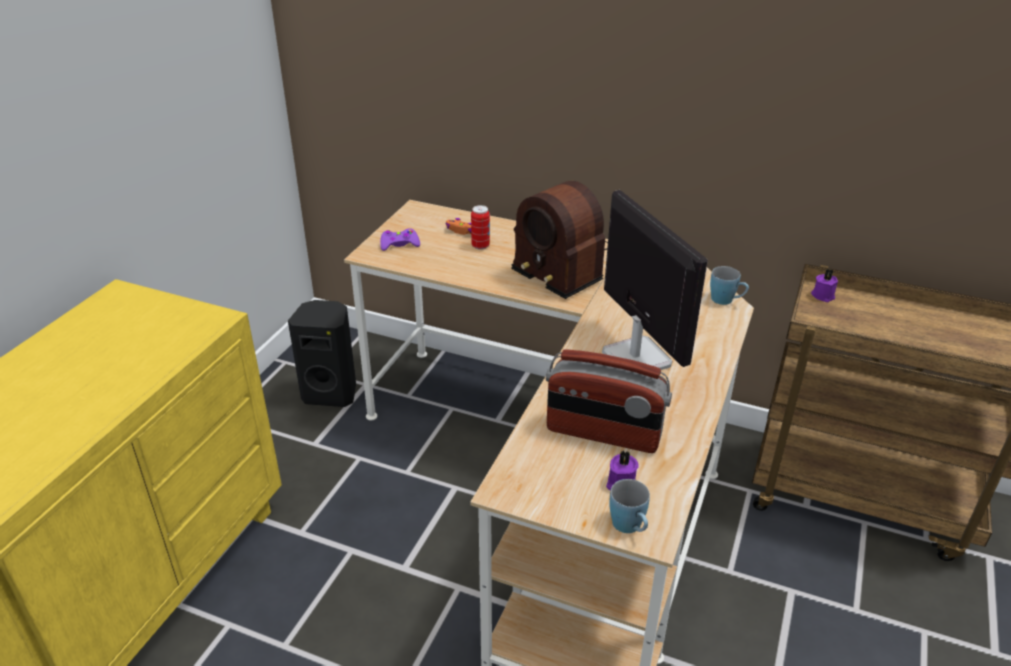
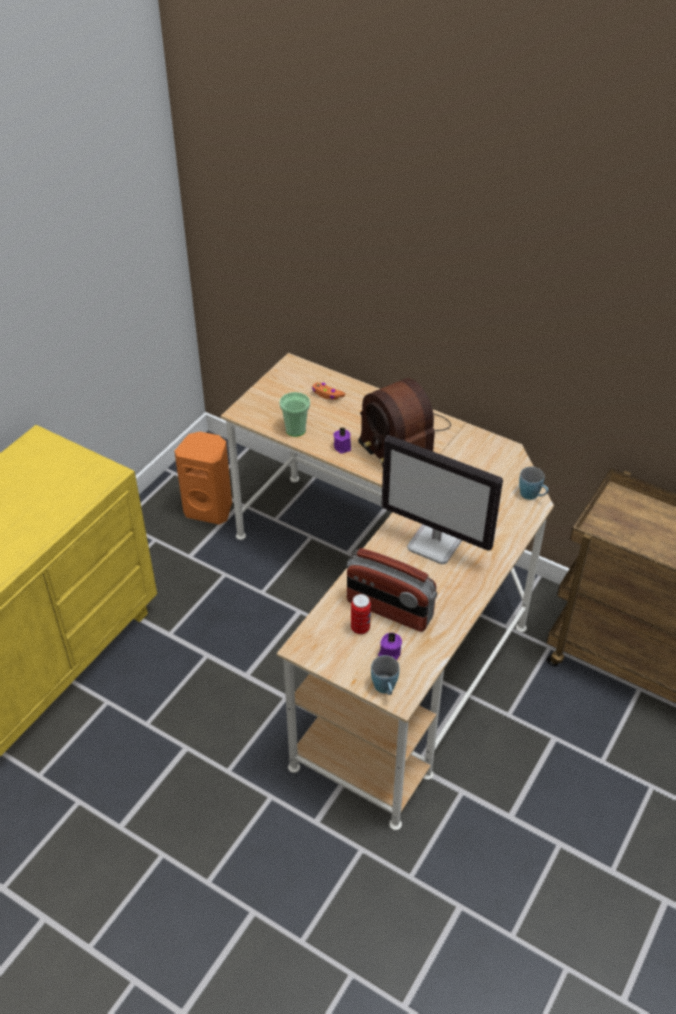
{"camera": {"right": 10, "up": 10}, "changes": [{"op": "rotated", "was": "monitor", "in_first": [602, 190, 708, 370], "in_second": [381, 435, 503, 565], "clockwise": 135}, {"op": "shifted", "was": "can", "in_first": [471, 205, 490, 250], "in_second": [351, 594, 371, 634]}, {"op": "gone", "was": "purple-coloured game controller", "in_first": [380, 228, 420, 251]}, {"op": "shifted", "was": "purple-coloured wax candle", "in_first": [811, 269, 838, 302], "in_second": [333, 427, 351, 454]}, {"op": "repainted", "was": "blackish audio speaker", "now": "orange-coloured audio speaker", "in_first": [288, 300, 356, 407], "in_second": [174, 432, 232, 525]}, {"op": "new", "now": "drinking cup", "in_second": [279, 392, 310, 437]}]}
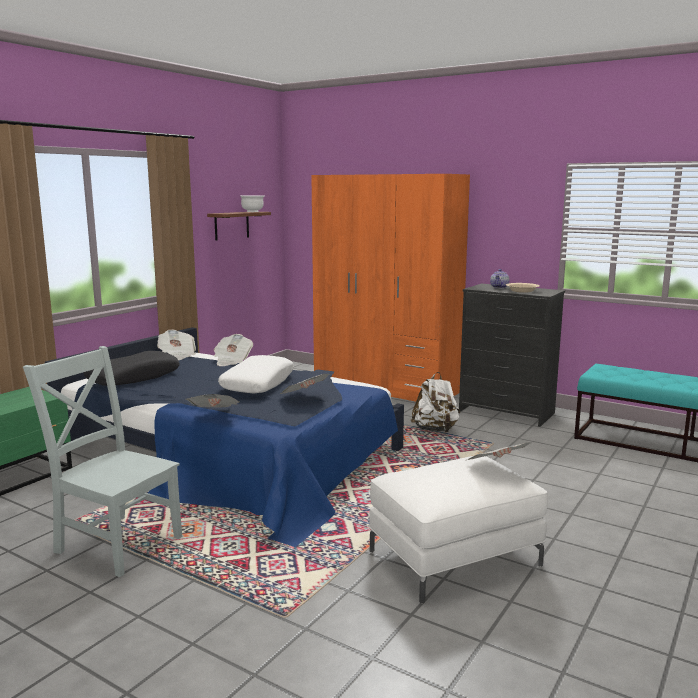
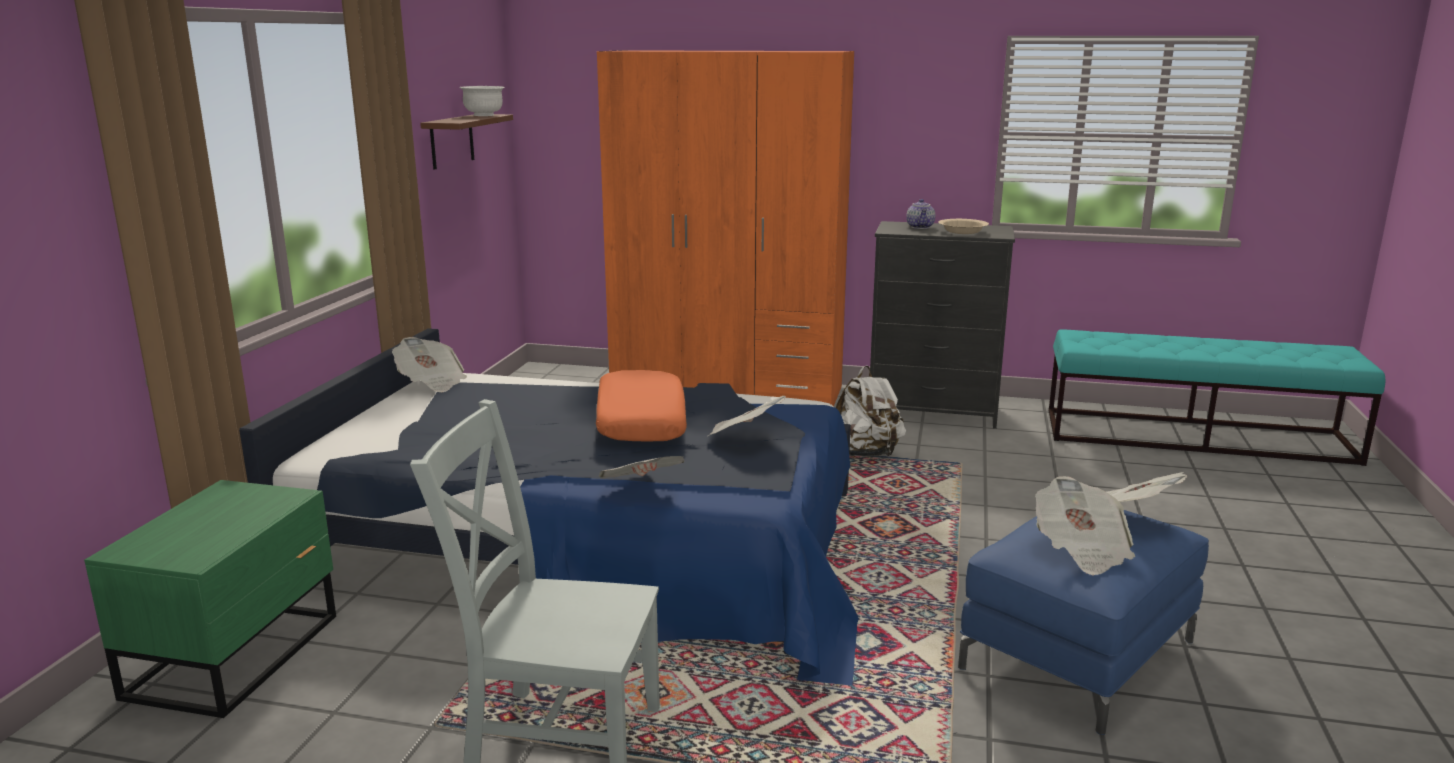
{"camera": {"right": -20, "up": 5}, "changes": [{"op": "shifted", "was": "daily paper", "in_first": [214, 334, 253, 366], "in_second": [1035, 476, 1135, 575]}, {"op": "gone", "was": "blackish pillow", "in_first": [83, 351, 180, 386]}, {"op": "repainted", "was": "white pillow", "now": "orange-coloured pillow", "in_first": [218, 355, 294, 393], "in_second": [596, 370, 687, 442]}, {"op": "repainted", "was": "white pouffe", "now": "blue-coloured pouffe", "in_first": [369, 456, 548, 604], "in_second": [958, 510, 1209, 735]}]}
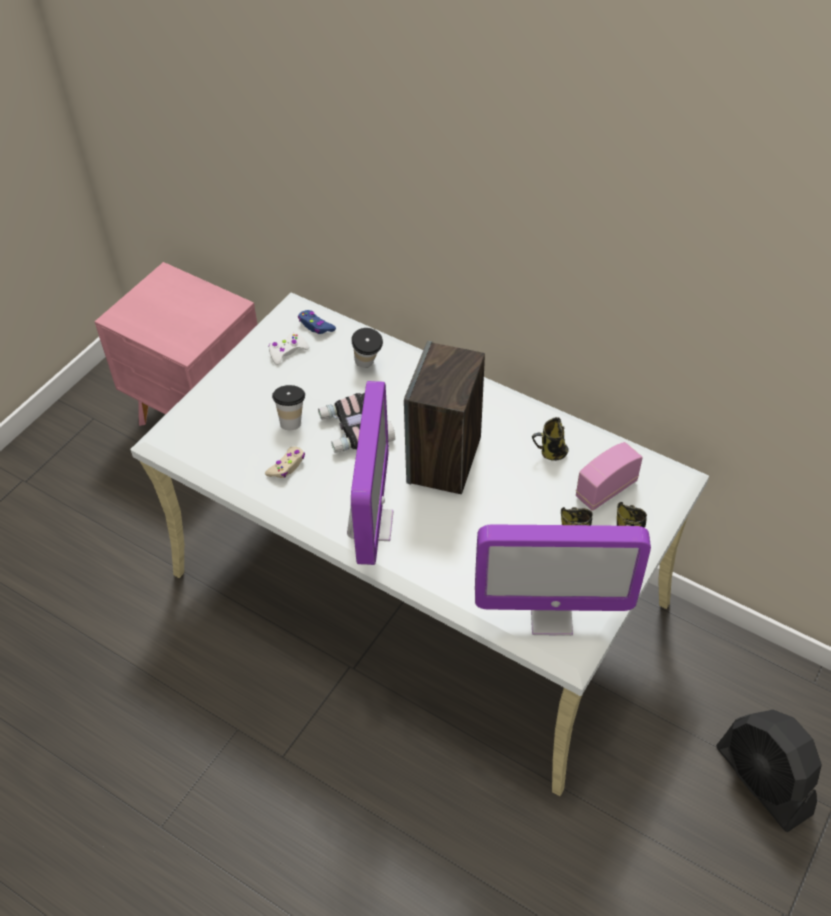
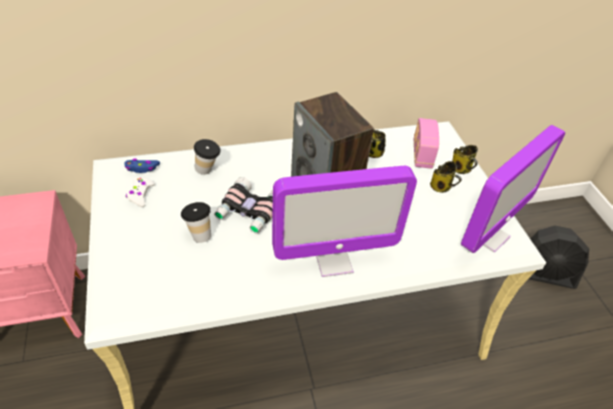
{"camera": {"right": -50, "up": -5}, "changes": [{"op": "rotated", "was": "monitor", "in_first": [347, 381, 393, 565], "in_second": [272, 166, 417, 277], "clockwise": 120}, {"op": "gone", "was": "beige-coloured game controller", "in_first": [265, 446, 305, 478]}]}
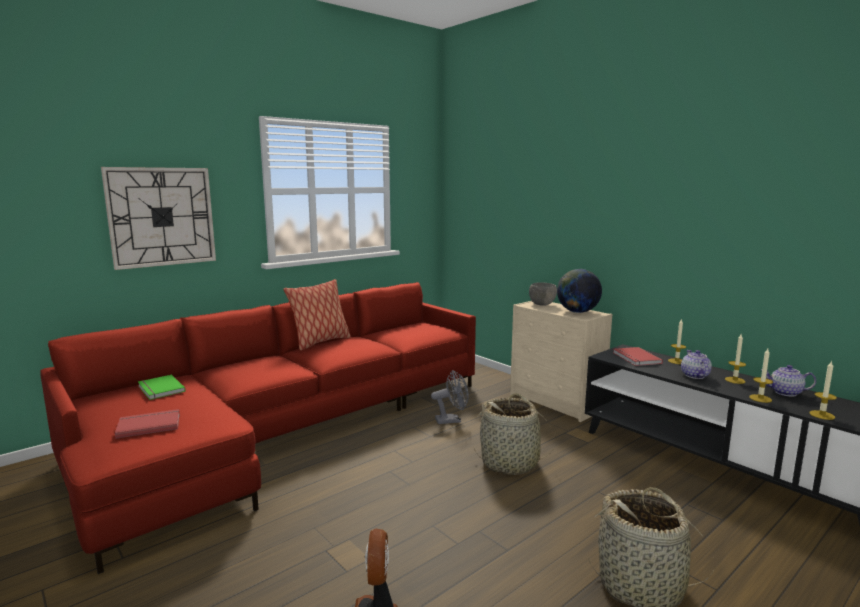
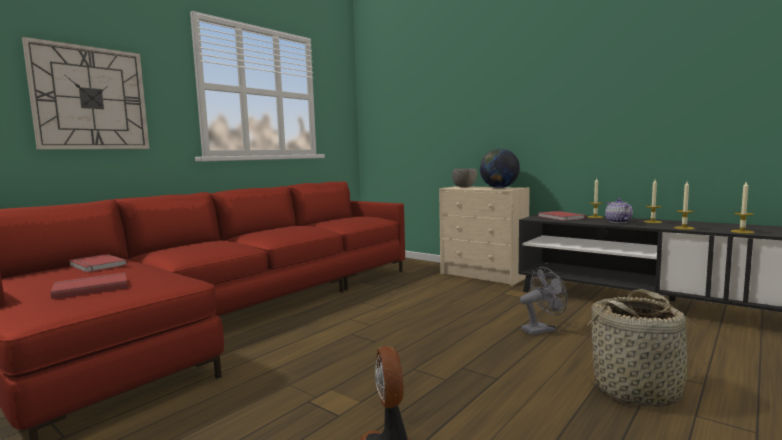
{"camera": {"right": -10, "up": -5}, "changes": [{"op": "gone", "was": "pillow", "in_first": [283, 279, 351, 350]}, {"op": "gone", "was": "tea pot", "in_first": [761, 365, 816, 397]}, {"op": "shifted", "was": "grey electric fan", "in_first": [431, 370, 469, 424], "in_second": [520, 267, 567, 335]}, {"op": "repainted", "was": "green bound book", "now": "reddish bound book", "in_first": [138, 375, 186, 400], "in_second": [69, 254, 127, 272]}, {"op": "gone", "was": "household basket", "in_first": [474, 393, 555, 475]}]}
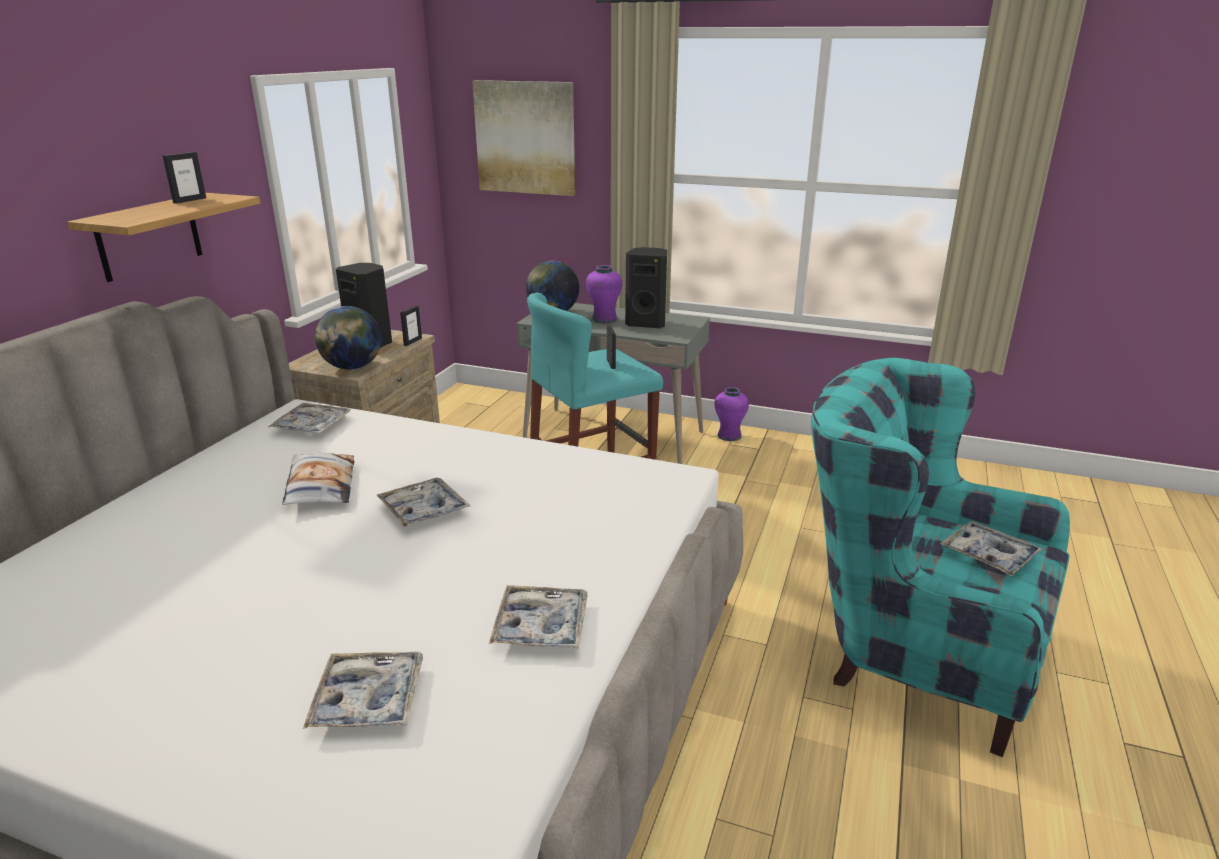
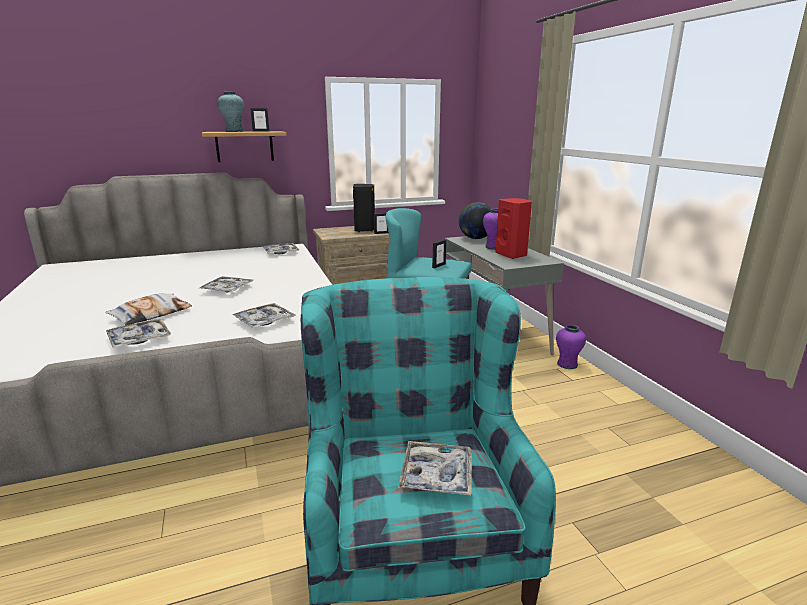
{"camera": {"right": 50, "up": -5}, "changes": [{"op": "gone", "was": "wall art", "in_first": [472, 80, 575, 196]}, {"op": "repainted", "was": "blackish audio speaker", "now": "reddish audio speaker", "in_first": [625, 247, 667, 328], "in_second": [495, 198, 532, 259]}, {"op": "gone", "was": "world globe", "in_first": [315, 306, 382, 370]}, {"op": "shifted", "was": "pillow", "in_first": [282, 452, 355, 505], "in_second": [105, 293, 192, 325]}, {"op": "shifted", "was": "serving tray", "in_first": [303, 652, 423, 729], "in_second": [232, 303, 295, 328]}, {"op": "new", "now": "blue-green decorative vase", "in_second": [217, 91, 244, 132]}]}
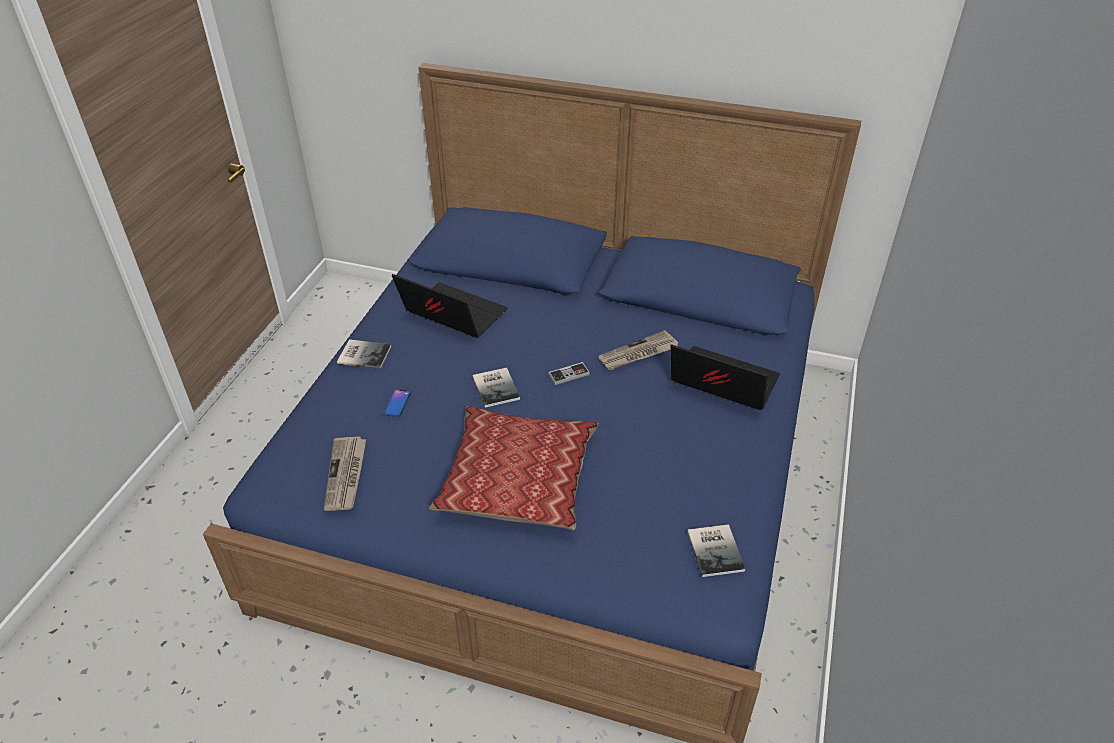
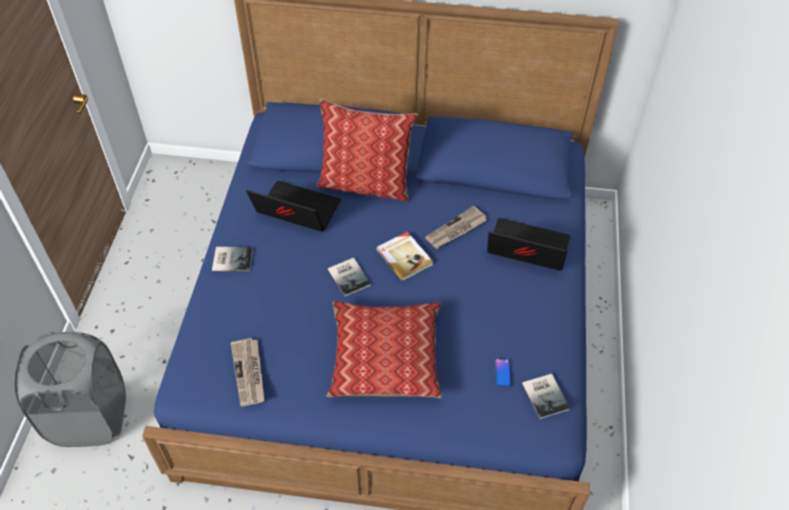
{"camera": {"right": -10, "up": 10}, "changes": [{"op": "swapped", "was": "game controller", "now": "bound book", "in_first": [548, 362, 590, 385], "in_second": [376, 232, 433, 281]}, {"op": "shifted", "was": "handset", "in_first": [383, 389, 411, 417], "in_second": [495, 358, 512, 387]}, {"op": "new", "now": "pillow", "in_second": [317, 99, 418, 202]}, {"op": "new", "now": "grey hamper", "in_second": [14, 331, 126, 447]}]}
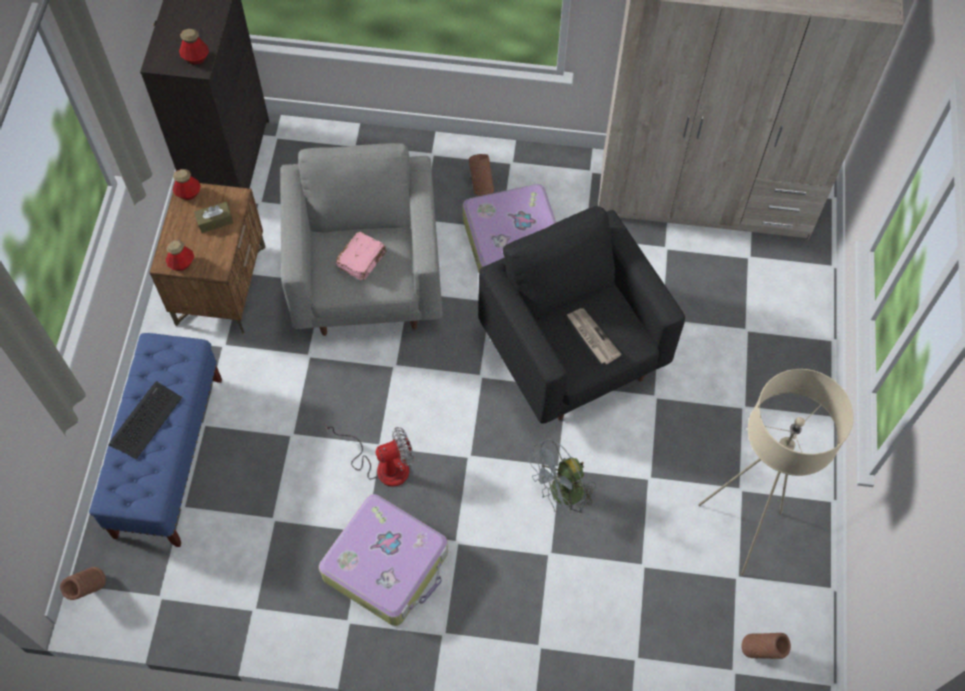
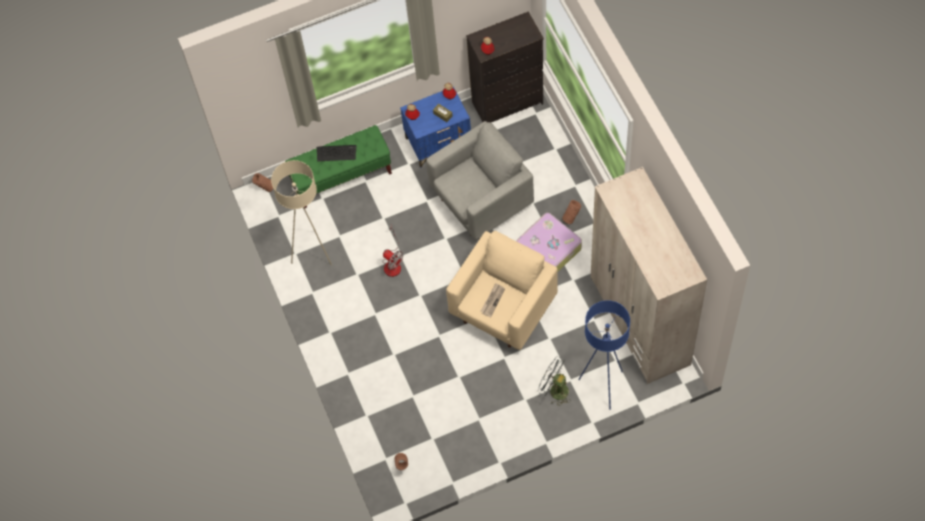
{"camera": {"right": 65, "up": 0}, "changes": [{"op": "repainted", "was": "brown-coloured bedside table", "now": "blue-coloured bedside table", "in_first": [149, 183, 266, 334], "in_second": [400, 87, 471, 168]}, {"op": "repainted", "was": "blackish armchair", "now": "beige-coloured armchair", "in_first": [478, 206, 685, 424], "in_second": [446, 231, 558, 350]}, {"op": "gone", "was": "pink bound book", "in_first": [336, 232, 387, 280]}, {"op": "repainted", "was": "blue-coloured long seat", "now": "green long seat", "in_first": [89, 333, 222, 547], "in_second": [285, 125, 392, 208]}, {"op": "shifted", "was": "beige-coloured standard lamp", "in_first": [698, 369, 853, 576], "in_second": [271, 160, 332, 266]}, {"op": "shifted", "was": "grey electric fan", "in_first": [529, 439, 596, 516], "in_second": [538, 356, 571, 406]}, {"op": "gone", "was": "suitcase", "in_first": [319, 494, 448, 626]}, {"op": "new", "now": "blue-coloured standard lamp", "in_second": [578, 300, 630, 410]}]}
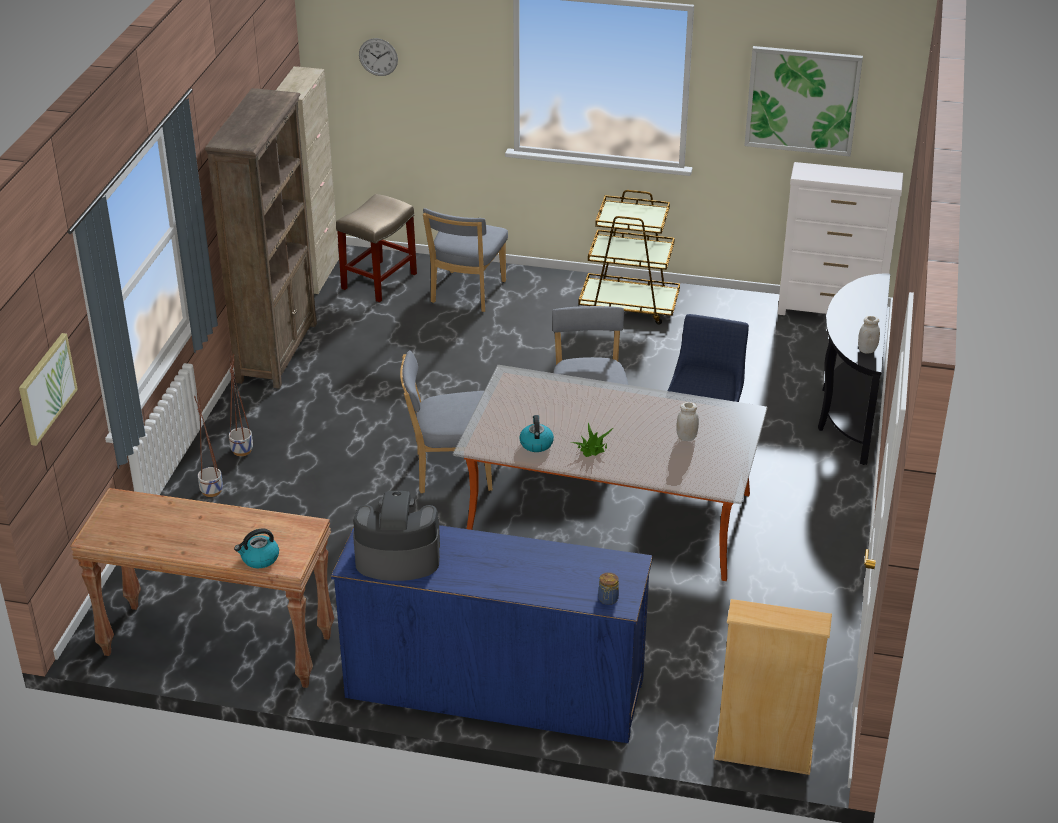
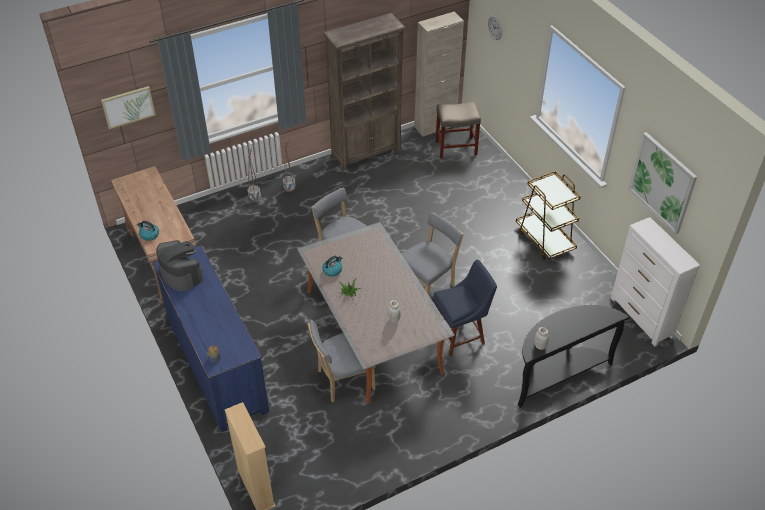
{"camera": {"right": 50, "up": 10}, "changes": [{"op": "shifted", "was": "grey upright chair", "in_first": [423, 208, 508, 312], "in_second": [308, 320, 376, 402]}]}
